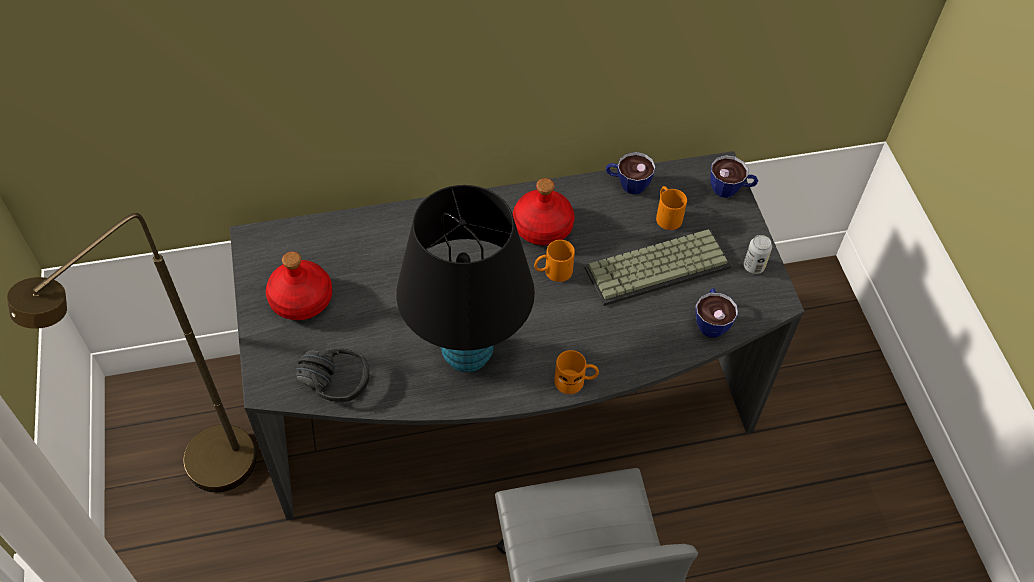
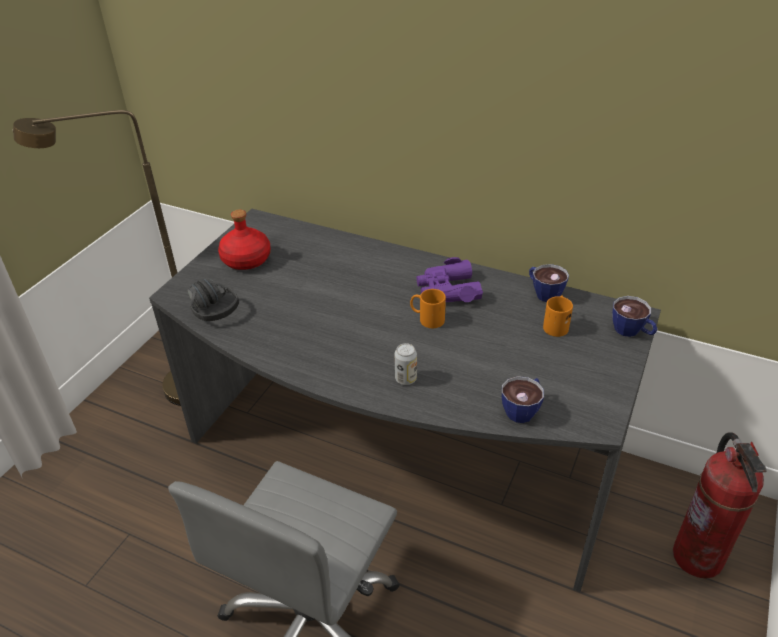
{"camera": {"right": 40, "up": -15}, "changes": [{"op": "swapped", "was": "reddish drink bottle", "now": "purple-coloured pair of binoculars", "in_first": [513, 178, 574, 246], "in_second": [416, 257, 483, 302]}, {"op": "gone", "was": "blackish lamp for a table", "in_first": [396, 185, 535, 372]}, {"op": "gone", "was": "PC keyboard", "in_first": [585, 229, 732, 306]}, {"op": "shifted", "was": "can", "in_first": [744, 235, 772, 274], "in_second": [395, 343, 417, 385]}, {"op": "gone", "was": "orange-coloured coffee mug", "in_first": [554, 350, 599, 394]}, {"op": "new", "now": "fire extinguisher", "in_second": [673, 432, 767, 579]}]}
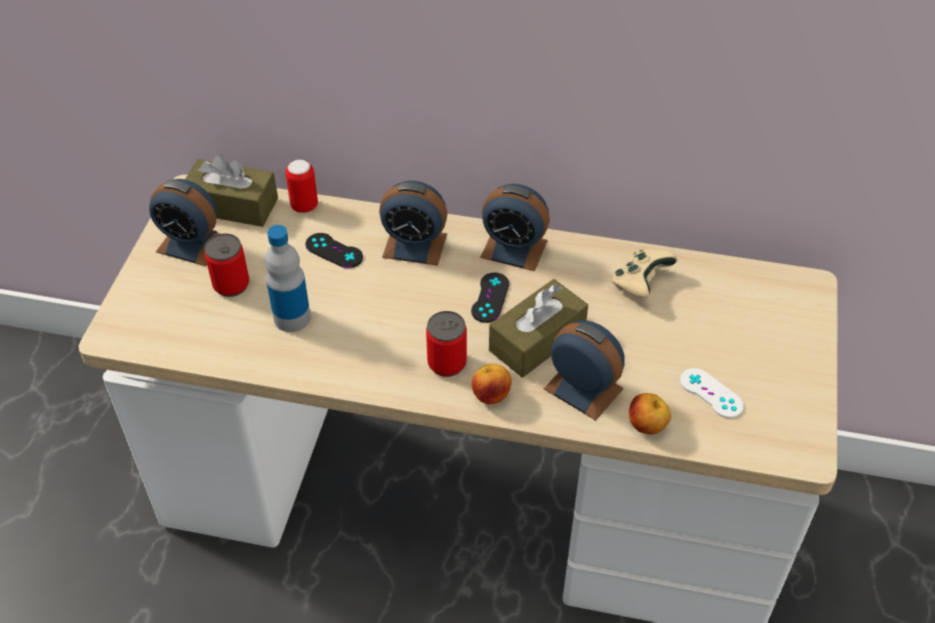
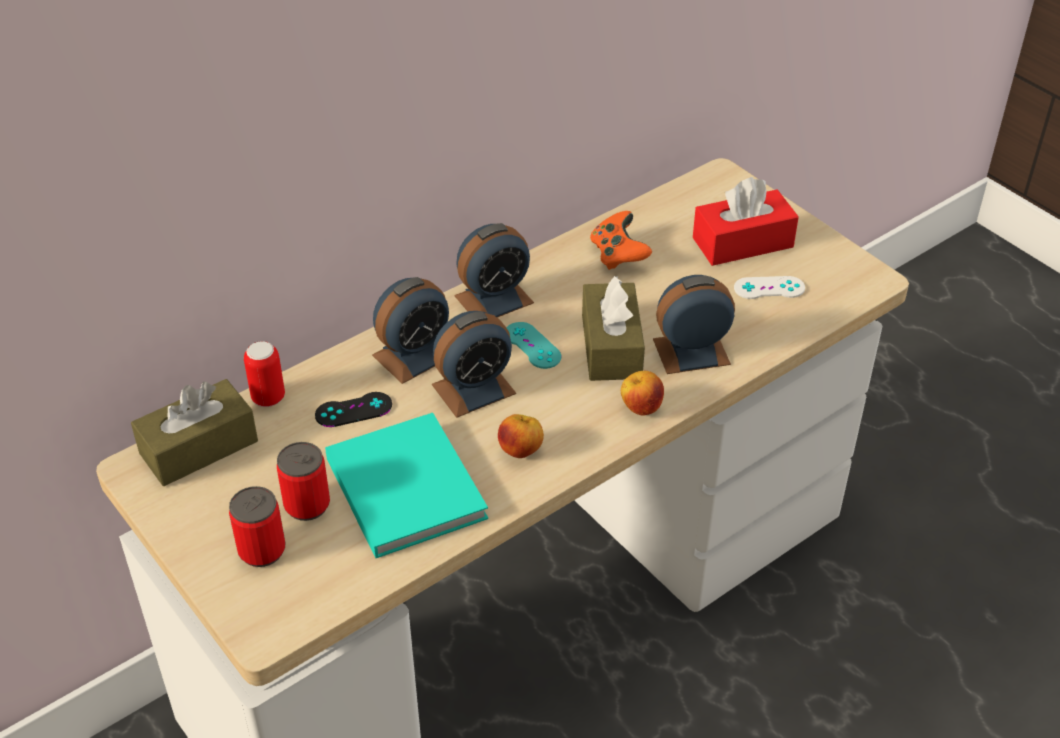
{"camera": {"right": -50, "up": -5}, "changes": [{"op": "shifted", "was": "alarm clock", "in_first": [149, 179, 221, 266], "in_second": [432, 311, 516, 418]}, {"op": "swapped", "was": "drink bottle", "now": "blue-green bound book", "in_first": [265, 225, 311, 332], "in_second": [325, 413, 488, 558]}, {"op": "repainted", "was": "beige-coloured game controller", "now": "orange-coloured game controller", "in_first": [612, 249, 677, 299], "in_second": [590, 211, 652, 270]}, {"op": "repainted", "was": "blackish game controller", "now": "blue-green game controller", "in_first": [471, 272, 509, 323], "in_second": [506, 322, 561, 369]}, {"op": "shifted", "was": "can", "in_first": [426, 311, 467, 377], "in_second": [229, 486, 285, 567]}, {"op": "shifted", "was": "apple", "in_first": [629, 393, 671, 434], "in_second": [498, 414, 544, 458]}, {"op": "new", "now": "reddish box of tissues", "in_second": [693, 177, 799, 266]}]}
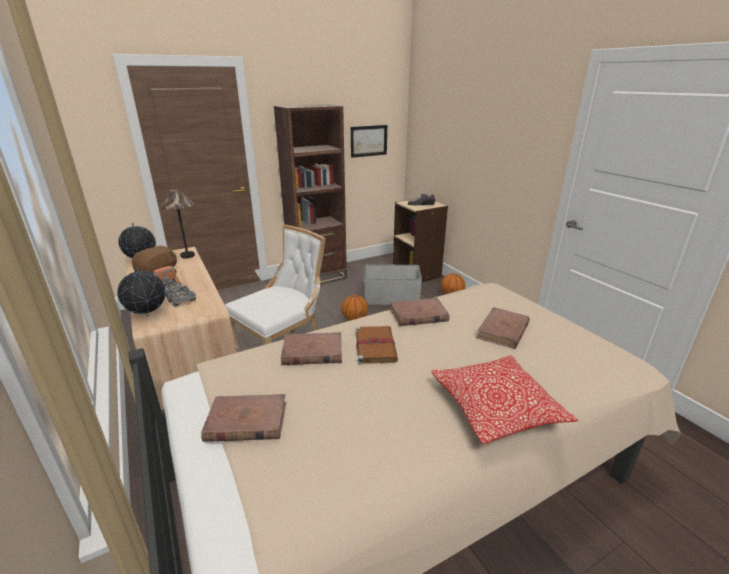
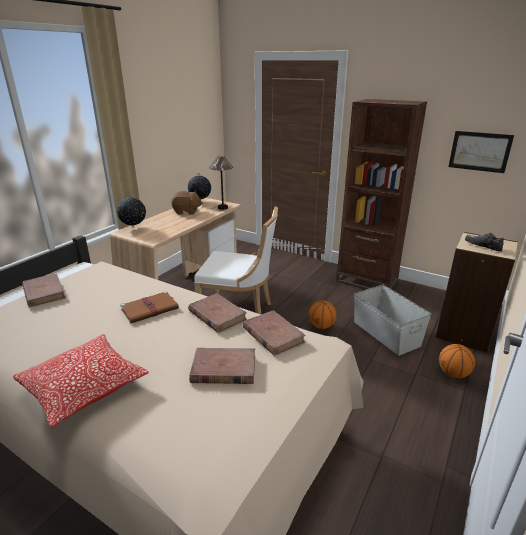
{"camera": {"right": 60, "up": 0}, "changes": [{"op": "gone", "was": "toy lorry", "in_first": [151, 266, 196, 307]}, {"op": "shifted", "was": "brown-coloured bound book", "in_first": [281, 332, 342, 365], "in_second": [243, 310, 306, 356]}]}
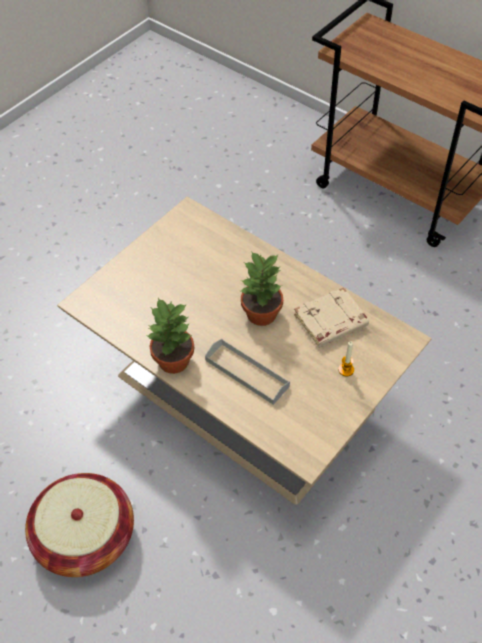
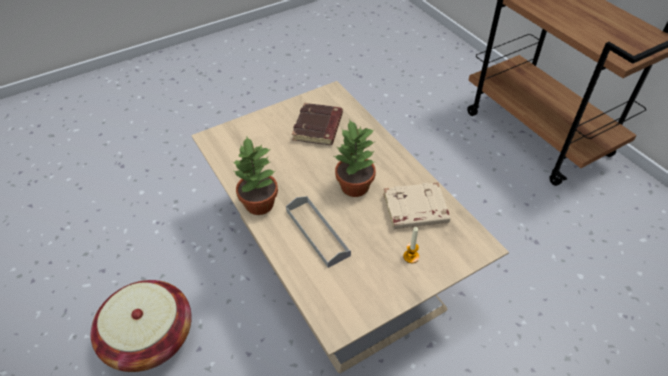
{"camera": {"right": 20, "up": -5}, "changes": [{"op": "new", "now": "brown-coloured bound book", "in_second": [292, 103, 343, 145]}]}
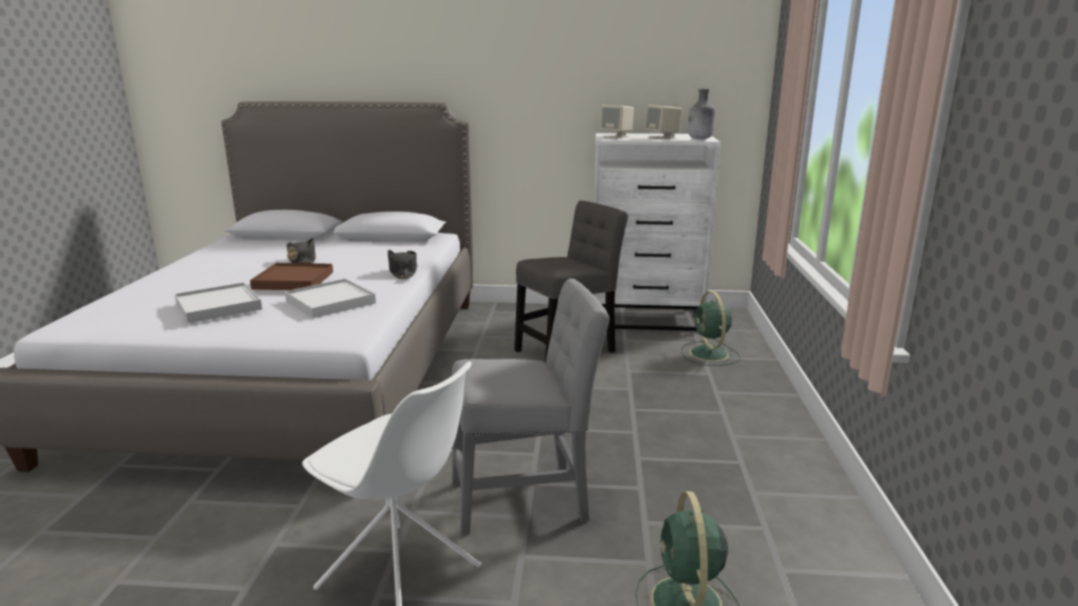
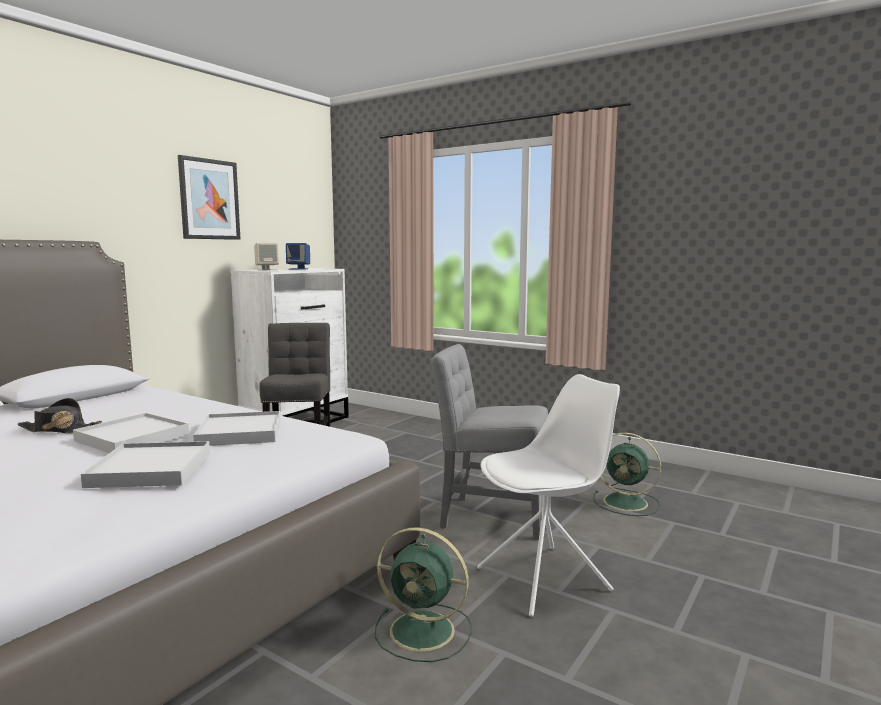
{"camera": {"right": -60, "up": -10}, "changes": [{"op": "gone", "was": "grey drink bottle", "in_first": [688, 89, 715, 140]}, {"op": "repainted", "was": "beige-coloured audio speaker", "now": "blue-coloured audio speaker", "in_first": [645, 105, 682, 139], "in_second": [286, 243, 310, 269]}, {"op": "gone", "was": "blackish wearable hat", "in_first": [387, 250, 418, 279]}, {"op": "repainted", "was": "brown-coloured serving tray", "now": "white serving tray", "in_first": [250, 263, 333, 290], "in_second": [73, 413, 189, 453]}, {"op": "rotated", "was": "grey upright chair", "in_first": [452, 278, 609, 535], "in_second": [430, 344, 548, 540], "clockwise": -90}, {"op": "shifted", "was": "green electric fan", "in_first": [681, 291, 741, 366], "in_second": [375, 527, 472, 662]}, {"op": "new", "now": "wall art", "in_second": [178, 155, 241, 240]}]}
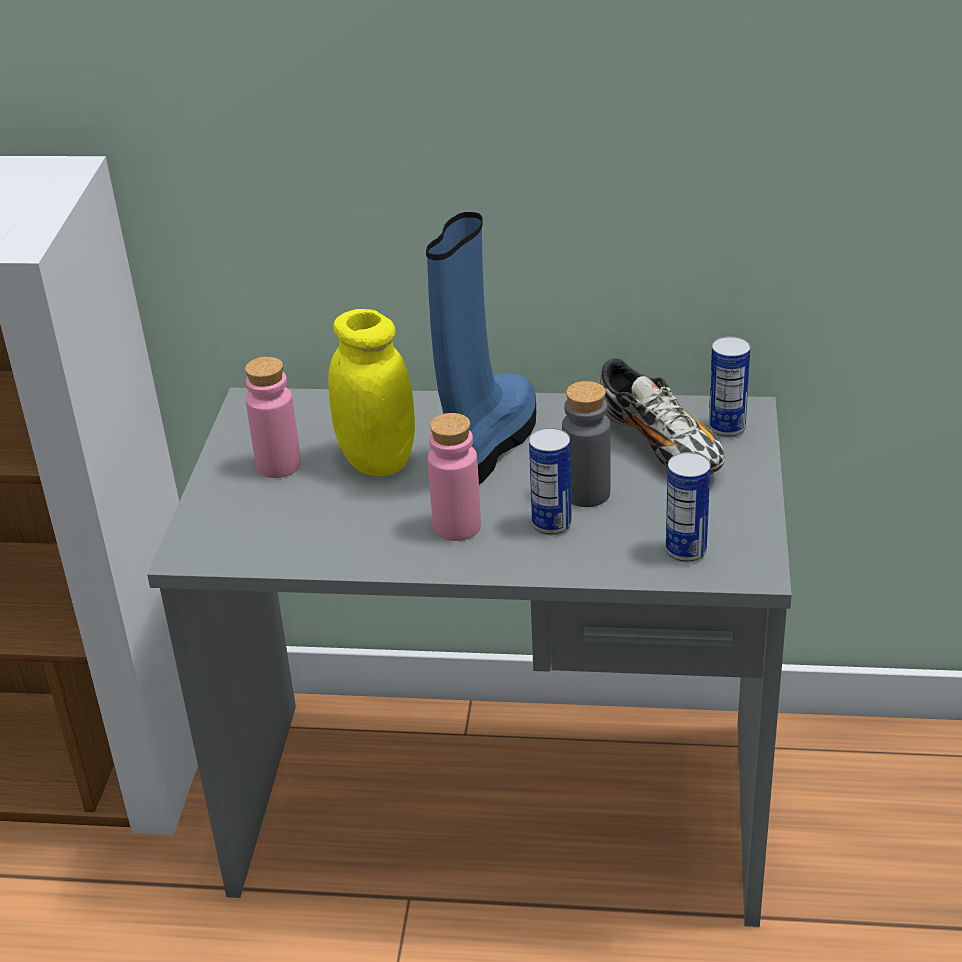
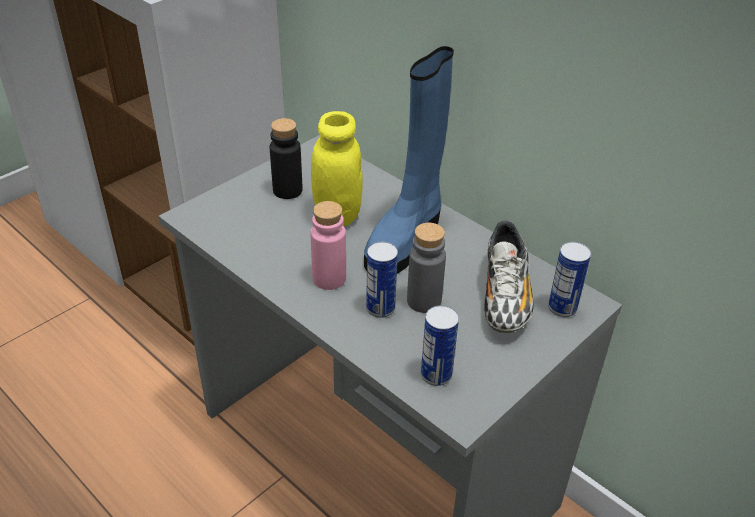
{"camera": {"right": 35, "up": 5}, "changes": [{"op": "rotated", "was": "blue-coloured tall boot", "in_first": [426, 212, 536, 485], "in_second": [364, 46, 454, 274], "clockwise": 150}, {"op": "repainted", "was": "pink drink bottle", "now": "blackish drink bottle", "in_first": [245, 357, 301, 478], "in_second": [270, 118, 303, 199]}]}
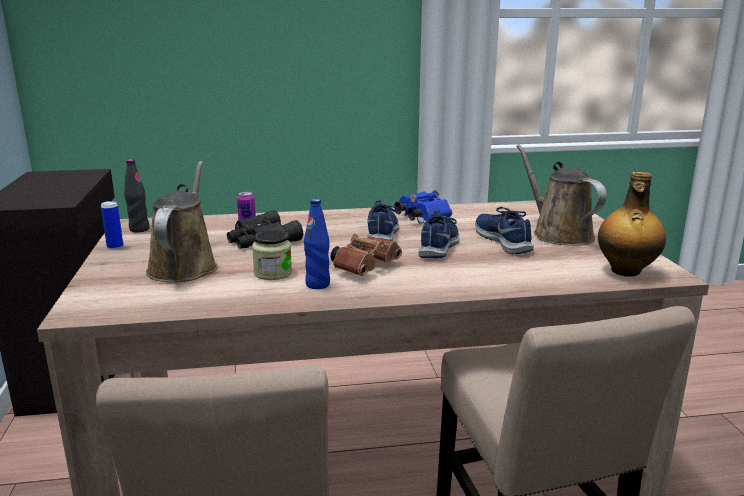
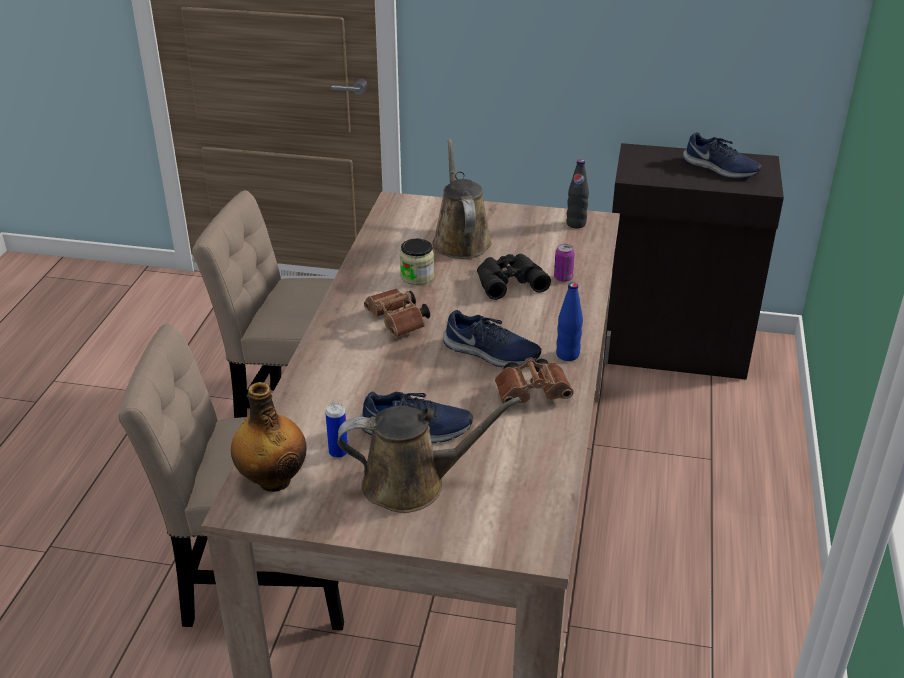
{"camera": {"right": 110, "up": 15}, "changes": [{"op": "rotated", "was": "brown-coloured watering pot", "in_first": [146, 161, 218, 283], "in_second": [432, 139, 491, 259], "clockwise": -120}, {"op": "repainted", "was": "blue-coloured pair of binoculars", "now": "brown-coloured pair of binoculars", "in_first": [395, 190, 452, 224], "in_second": [495, 357, 574, 404]}, {"op": "shifted", "was": "blue-coloured drink bottle", "in_first": [304, 199, 330, 289], "in_second": [556, 282, 583, 361]}, {"op": "shifted", "was": "can", "in_first": [101, 201, 123, 249], "in_second": [325, 403, 348, 458]}, {"op": "shifted", "was": "blue-coloured item of footwear", "in_first": [419, 211, 460, 258], "in_second": [683, 132, 762, 179]}]}
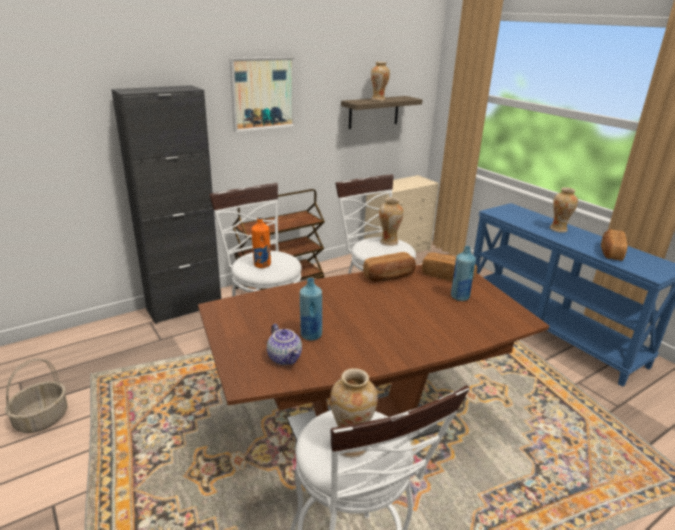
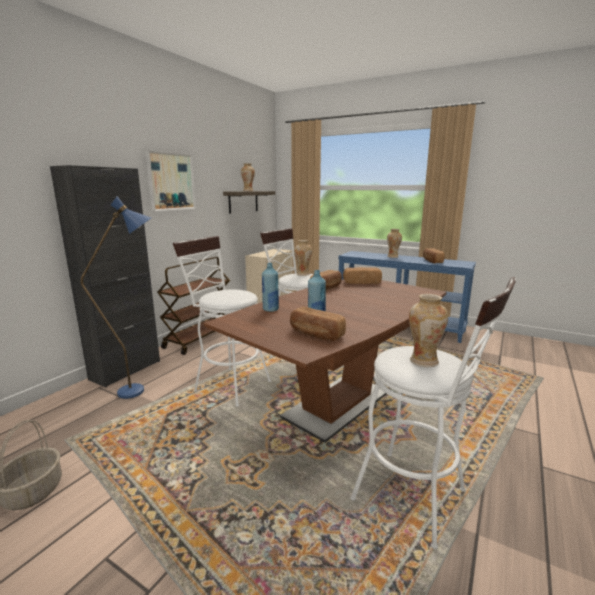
{"camera": {"right": -25, "up": -10}, "changes": [{"op": "gone", "was": "orange-coloured drink bottle", "in_first": [251, 217, 271, 268]}, {"op": "shifted", "was": "blue-coloured drink bottle", "in_first": [451, 246, 476, 301], "in_second": [262, 263, 279, 312]}, {"op": "swapped", "was": "tea pot", "now": "baked bread", "in_first": [267, 324, 302, 365], "in_second": [290, 307, 346, 341]}, {"op": "new", "now": "blue-coloured standard lamp", "in_second": [81, 196, 151, 399]}]}
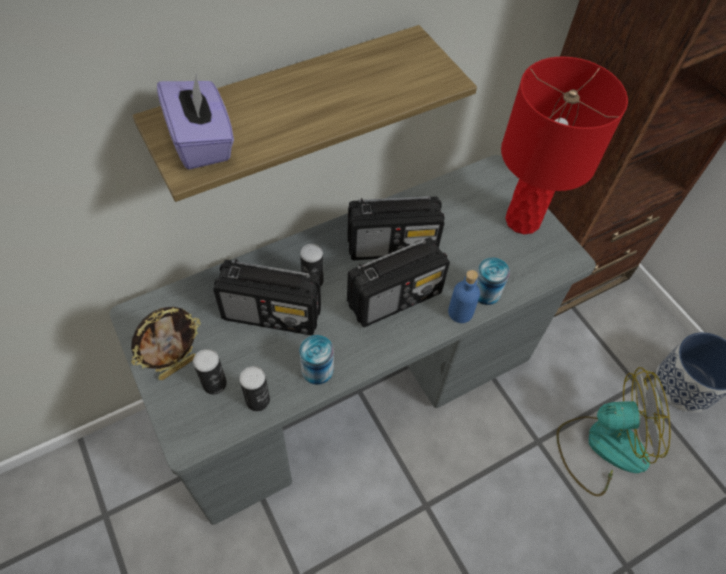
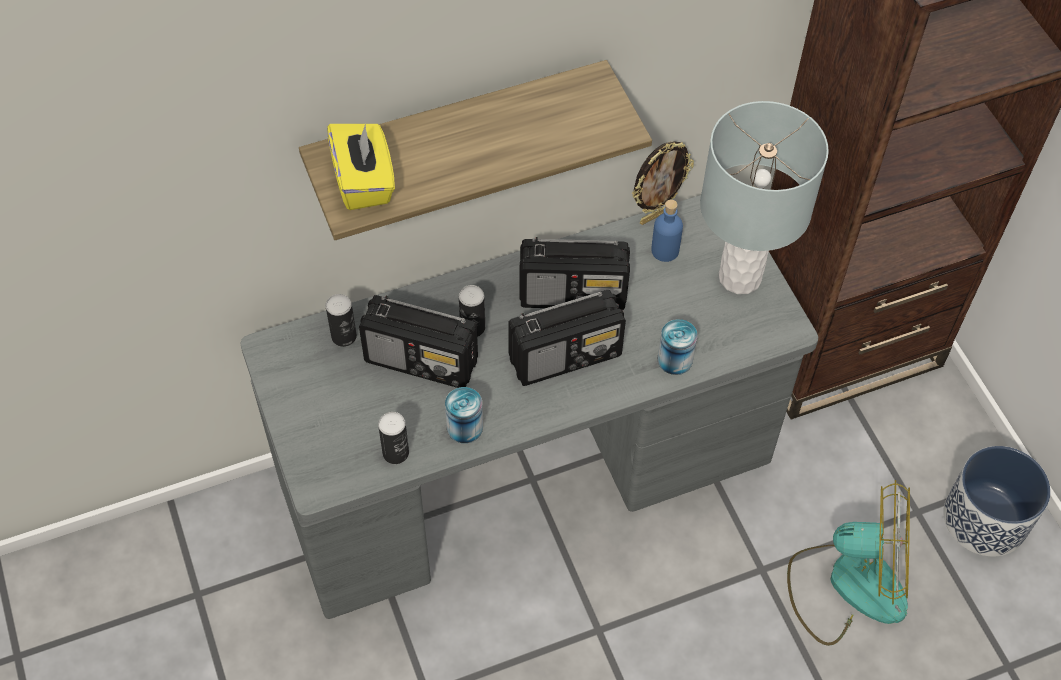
{"camera": {"right": 10, "up": 0}, "changes": [{"op": "repainted", "was": "reddish lamp for a table", "now": "grey lamp for a table", "in_first": [501, 57, 628, 234], "in_second": [700, 101, 829, 294]}, {"op": "repainted", "was": "purple-coloured box of tissues", "now": "yellow-coloured box of tissues", "in_first": [157, 75, 234, 170], "in_second": [327, 123, 395, 210]}, {"op": "shifted", "was": "blue-coloured drink bottle", "in_first": [448, 270, 480, 323], "in_second": [651, 200, 683, 262]}, {"op": "shifted", "was": "standing frame", "in_first": [131, 307, 201, 380], "in_second": [632, 141, 694, 225]}, {"op": "shifted", "was": "can", "in_first": [193, 349, 227, 395], "in_second": [326, 294, 357, 347]}]}
